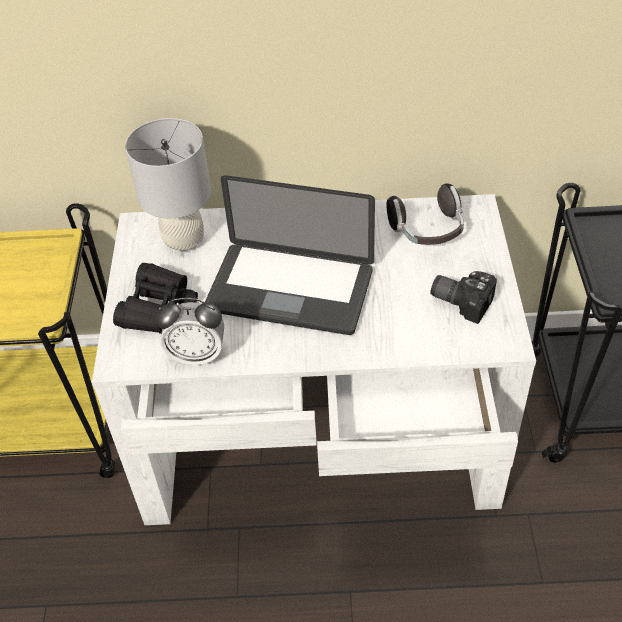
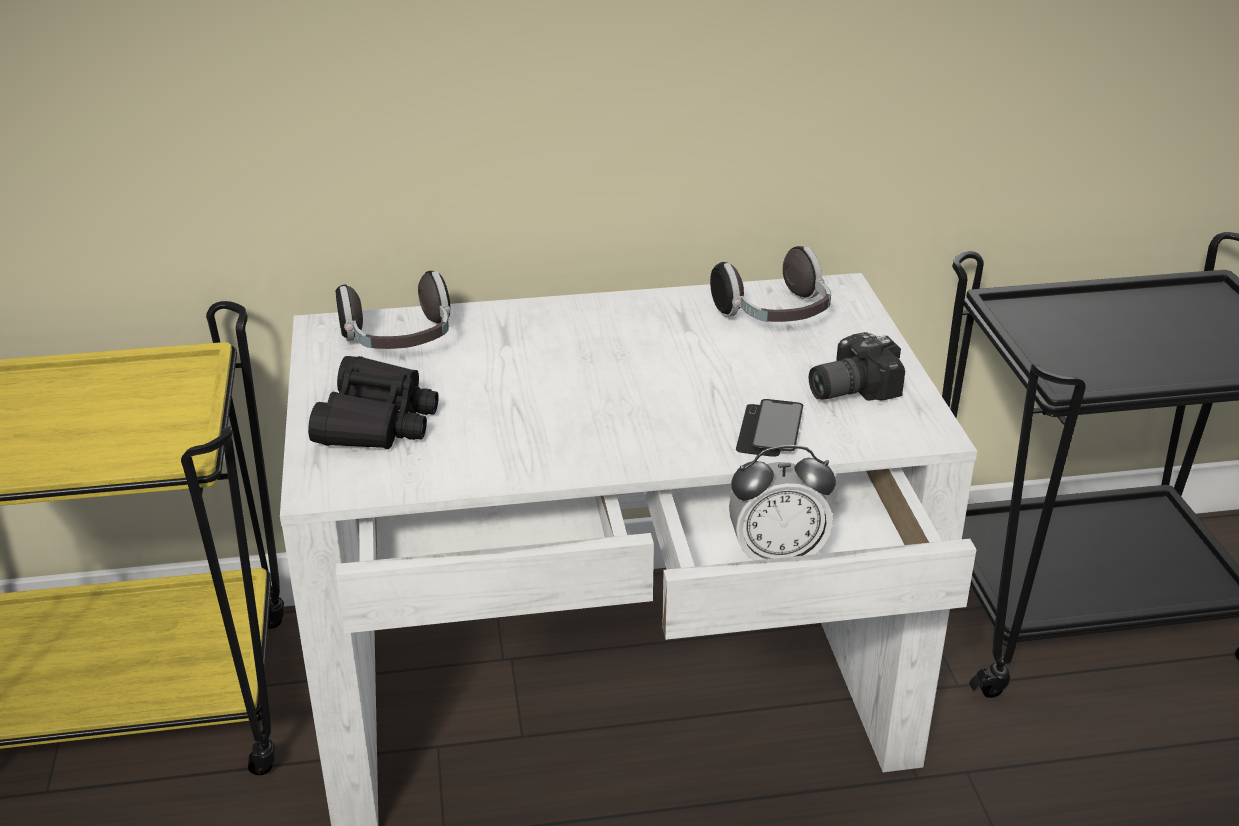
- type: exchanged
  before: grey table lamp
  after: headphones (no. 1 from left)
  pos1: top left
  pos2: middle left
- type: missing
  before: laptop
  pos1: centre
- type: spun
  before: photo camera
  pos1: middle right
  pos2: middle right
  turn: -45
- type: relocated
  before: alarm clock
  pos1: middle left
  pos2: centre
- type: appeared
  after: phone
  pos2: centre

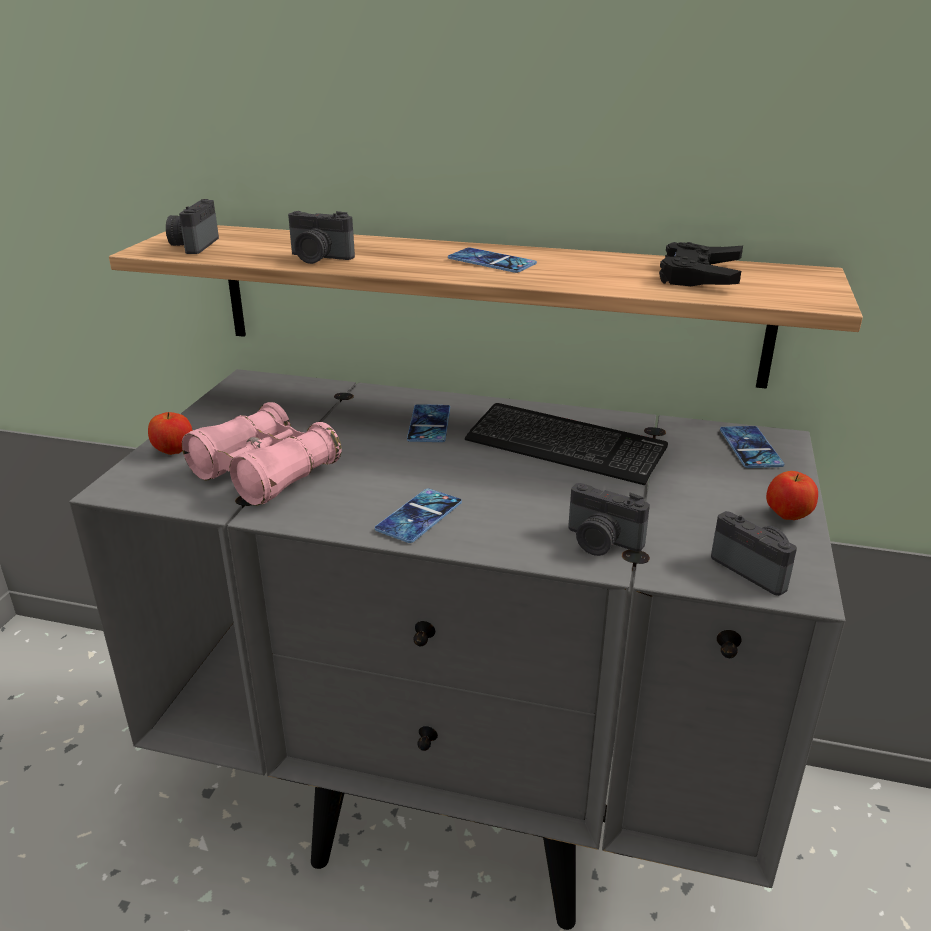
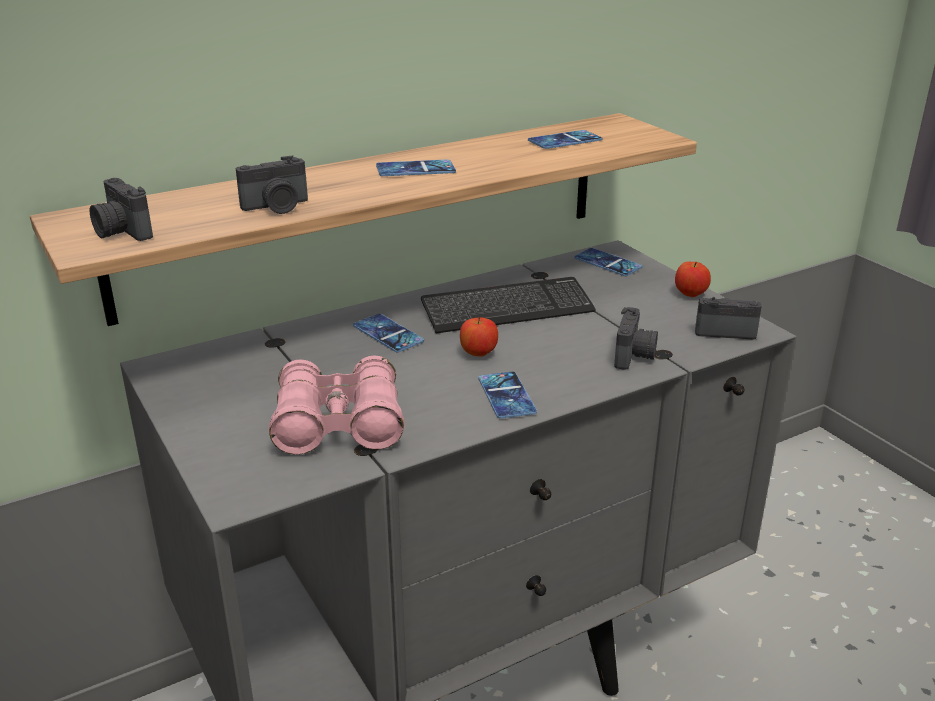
- type: exchanged
  before: black game controller
  after: phone (no. 4 from left)
  pos1: top right
  pos2: top centre
- type: relocated
  before: apple (no. 1 from left)
  pos1: middle left
  pos2: centre
- type: spun
  before: photo camera (no. 3 from left)
  pos1: centre
  pos2: middle right
  turn: -60

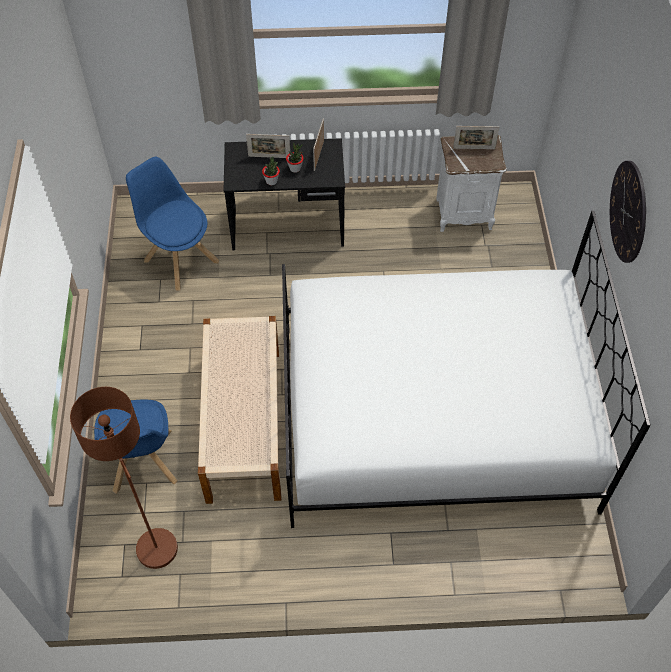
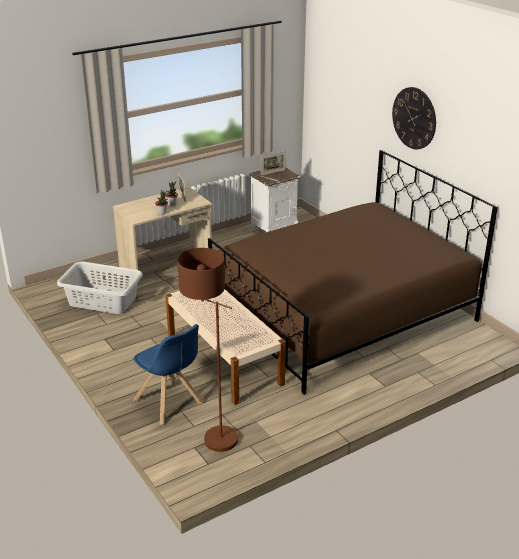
- type: missing
  before: picture frame (no. 1 from left)
  pos1: top centre
- type: colour
  before: black desk
  after: beige desk
  pos1: top centre
  pos2: middle left
- type: exchanged
  before: blue chair (no. 2 from left)
  after: grey laundry basket
  pos1: middle left
  pos2: middle left
- type: colour
  before: white bed
  after: brown bed
  pos1: middle right
  pos2: middle right

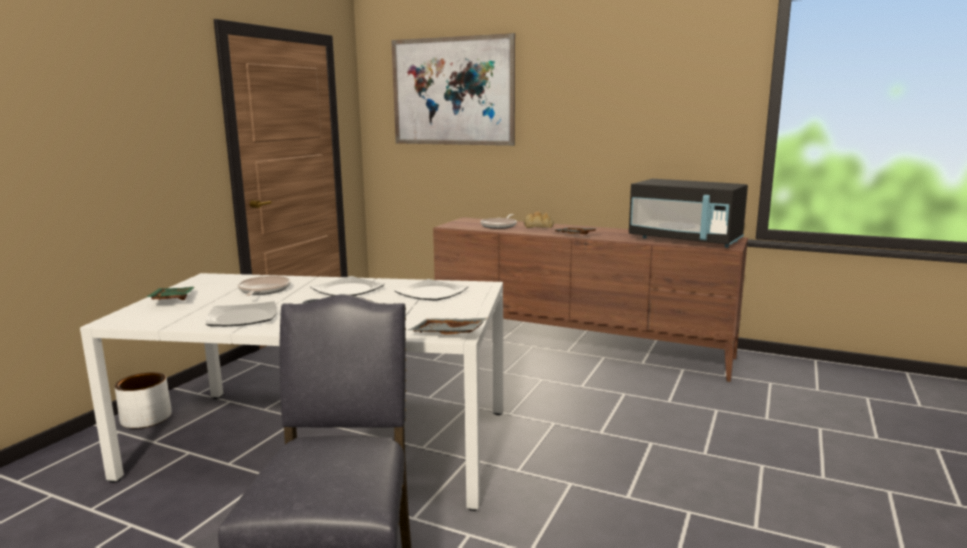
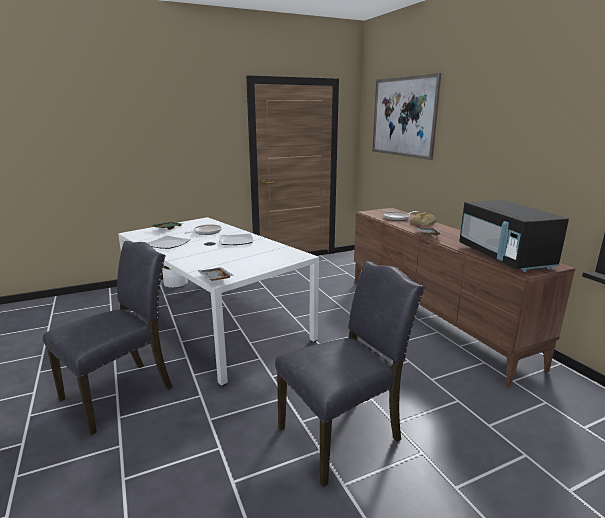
- type: missing
  before: plate (no. 3 from left)
  pos1: centre
- type: appeared
  after: grey chair (no. 2 from left)
  pos2: bottom centre

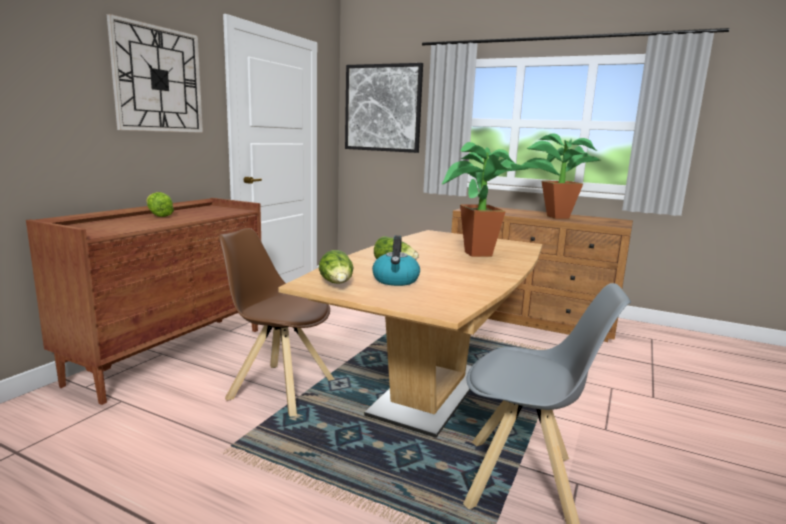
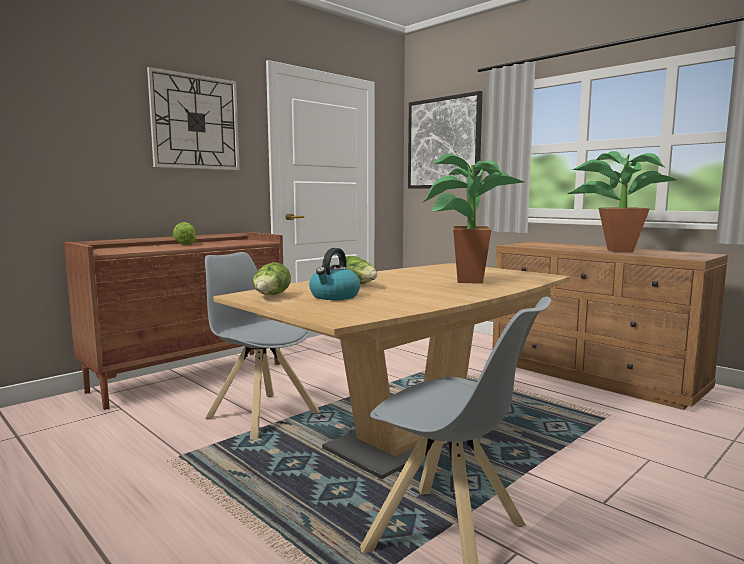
- type: colour
  before: brown chair
  after: grey chair (no. 1 from left)
  pos1: centre
  pos2: centre

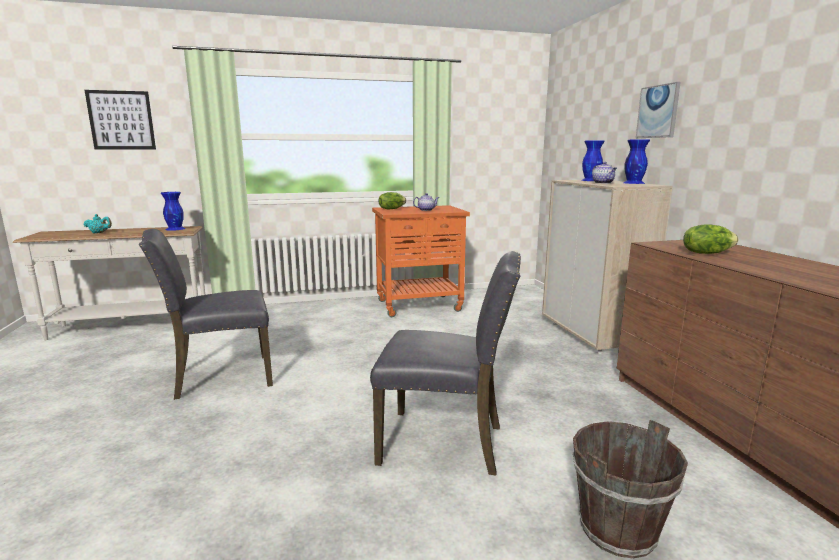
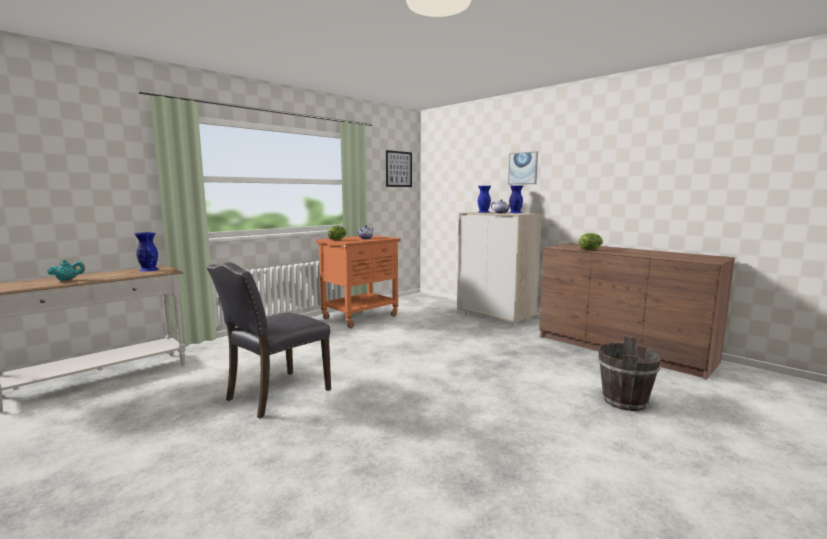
- type: relocated
  before: picture (no. 1 from left)
  pos1: top left
  pos2: top centre
- type: missing
  before: grey chair (no. 2 from left)
  pos1: centre

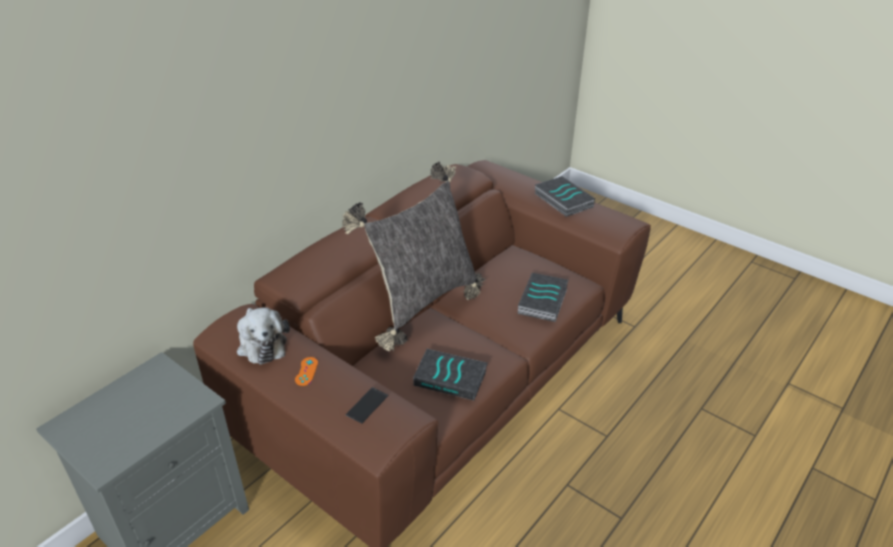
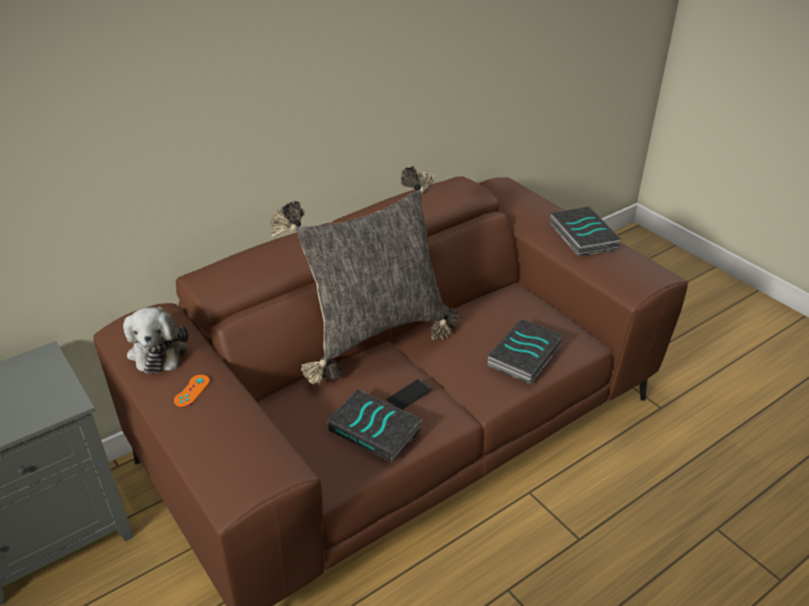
- type: relocated
  before: phone
  pos1: bottom centre
  pos2: centre

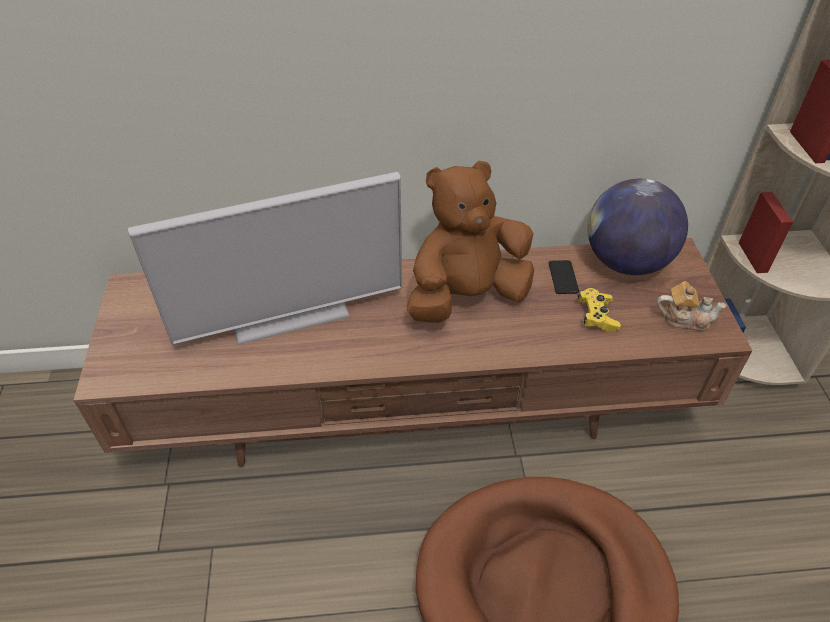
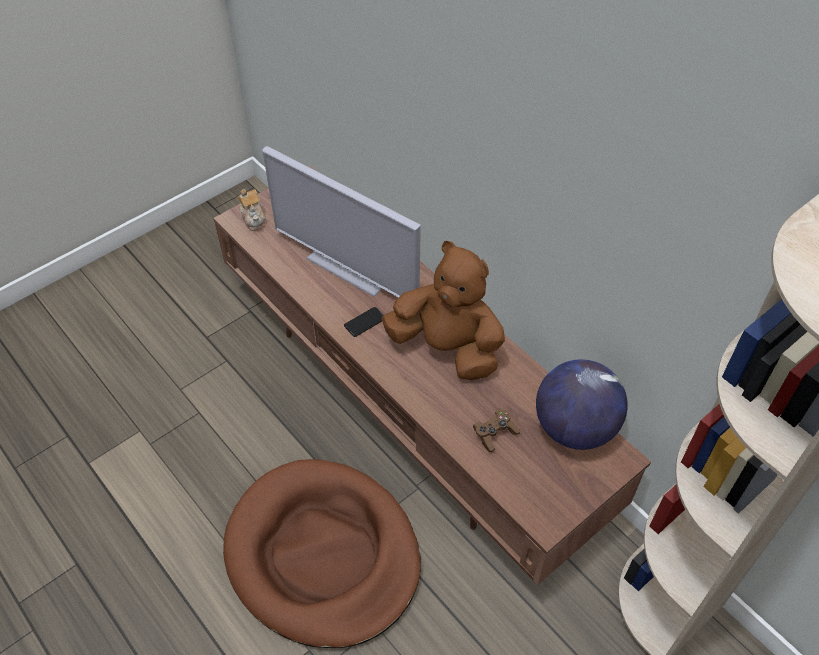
- type: relocated
  before: phone
  pos1: middle right
  pos2: centre
- type: relocated
  before: teapot
  pos1: middle right
  pos2: top left
- type: colour
  before: yellow game controller
  after: brown game controller
  pos1: middle right
  pos2: centre

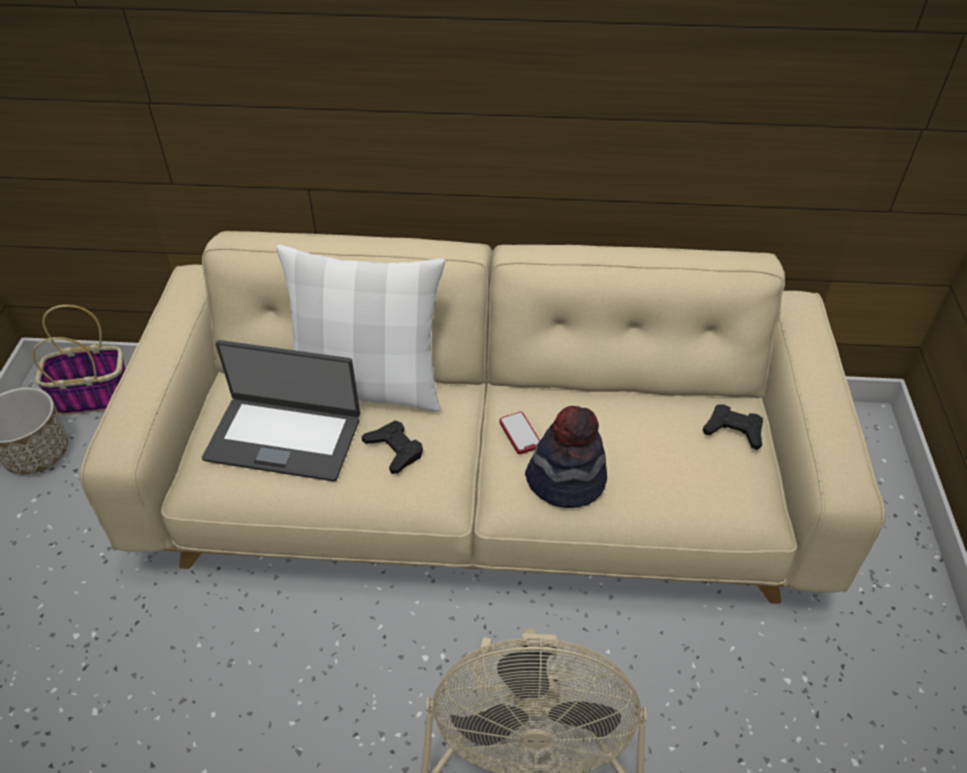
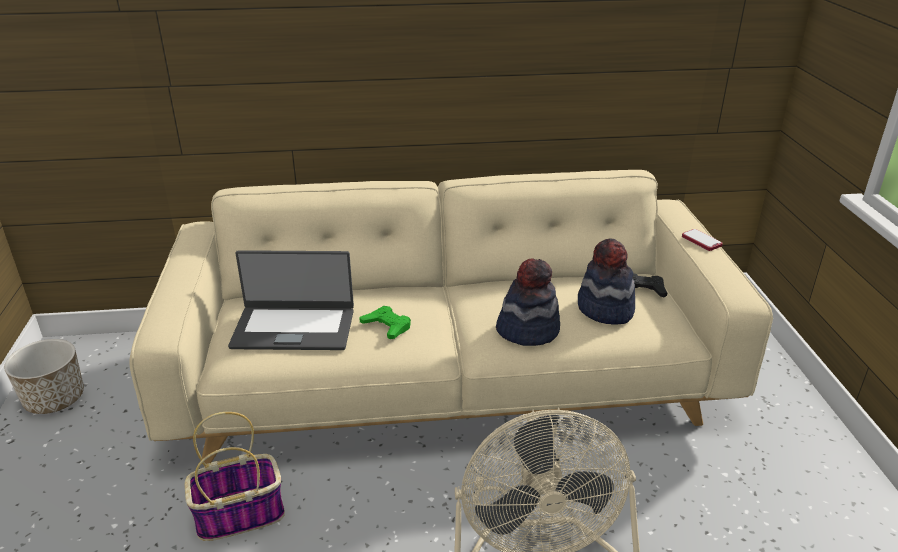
- type: missing
  before: white pillow
  pos1: centre
- type: relocated
  before: basket
  pos1: middle left
  pos2: bottom left
- type: relocated
  before: phone
  pos1: centre
  pos2: middle right
- type: colour
  before: black game controller (no. 1 from left)
  after: green game controller
  pos1: centre
  pos2: centre
- type: appeared
  after: hat (no. 2 from left)
  pos2: middle right

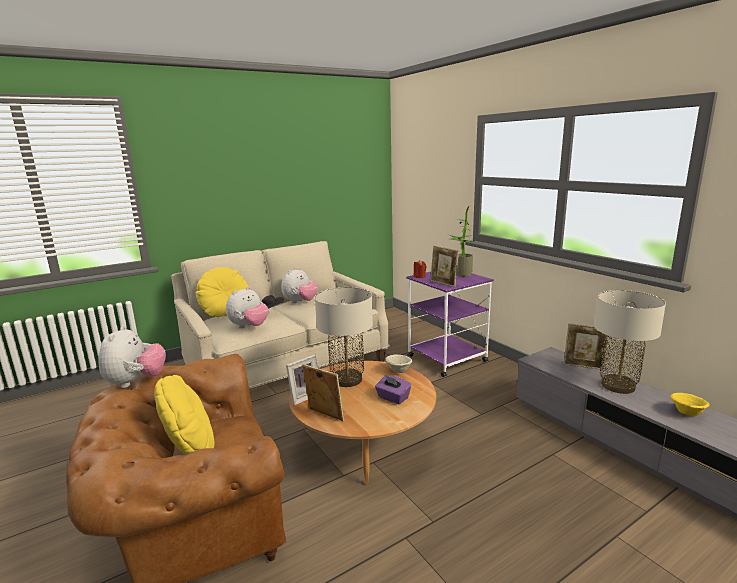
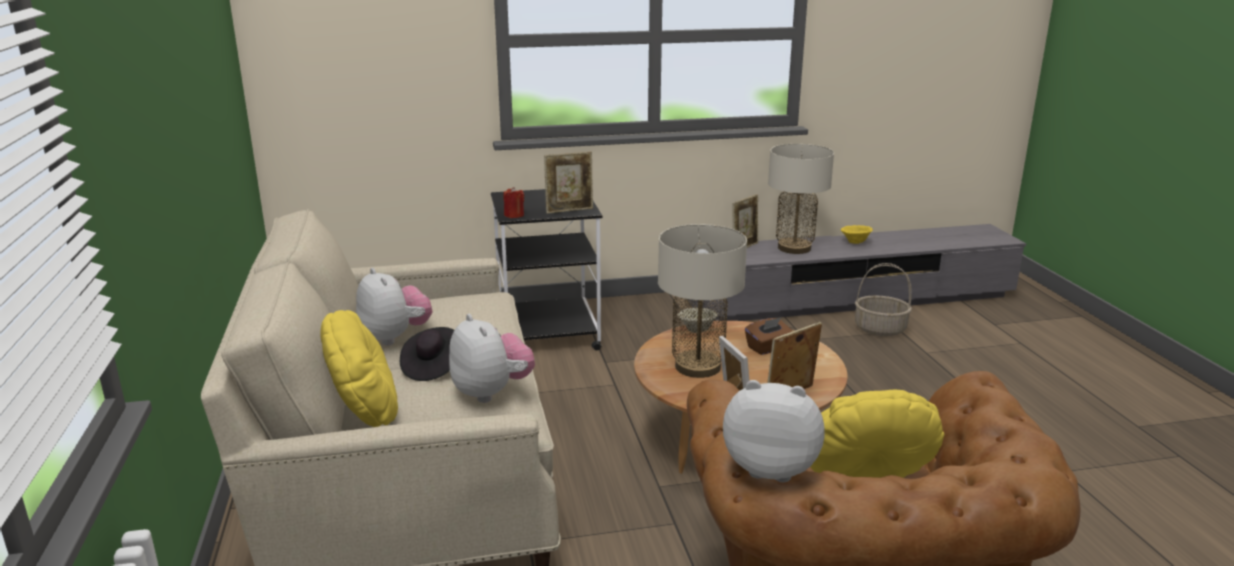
- type: missing
  before: potted plant
  pos1: centre
- type: colour
  before: purple cart
  after: black cart
  pos1: centre
  pos2: centre
- type: colour
  before: purple tissue box
  after: brown tissue box
  pos1: bottom centre
  pos2: centre
- type: appeared
  after: basket
  pos2: middle right

